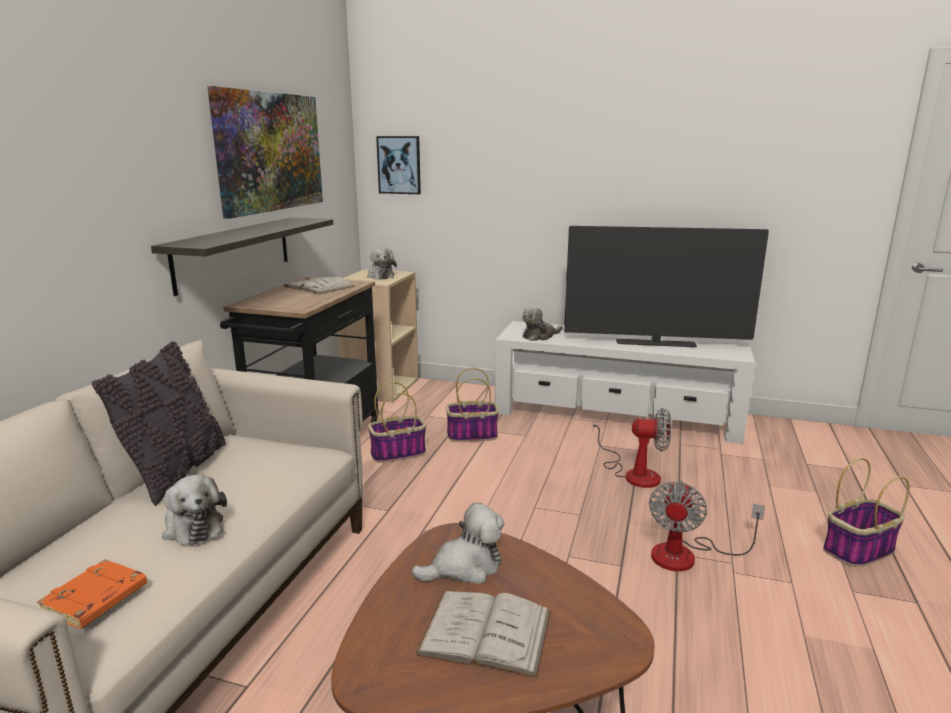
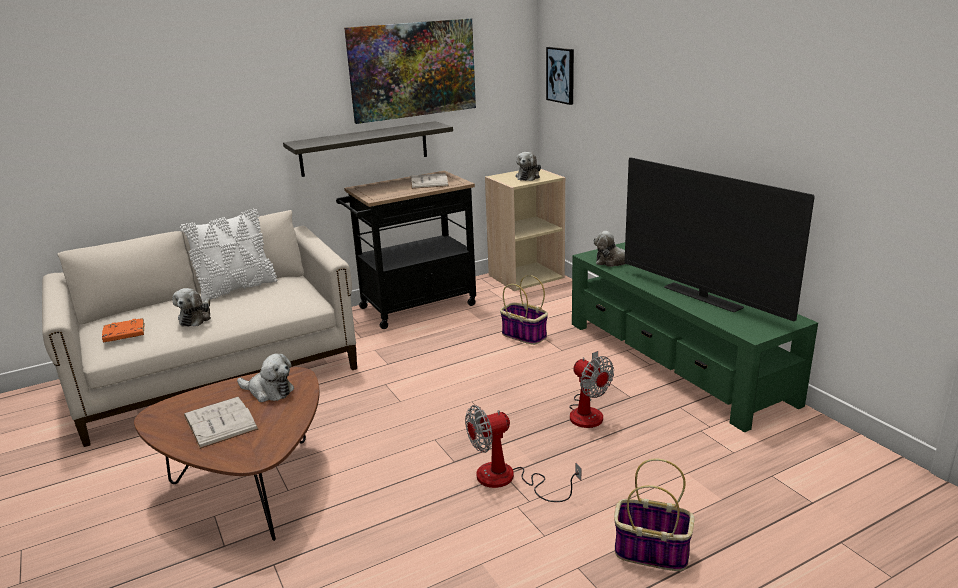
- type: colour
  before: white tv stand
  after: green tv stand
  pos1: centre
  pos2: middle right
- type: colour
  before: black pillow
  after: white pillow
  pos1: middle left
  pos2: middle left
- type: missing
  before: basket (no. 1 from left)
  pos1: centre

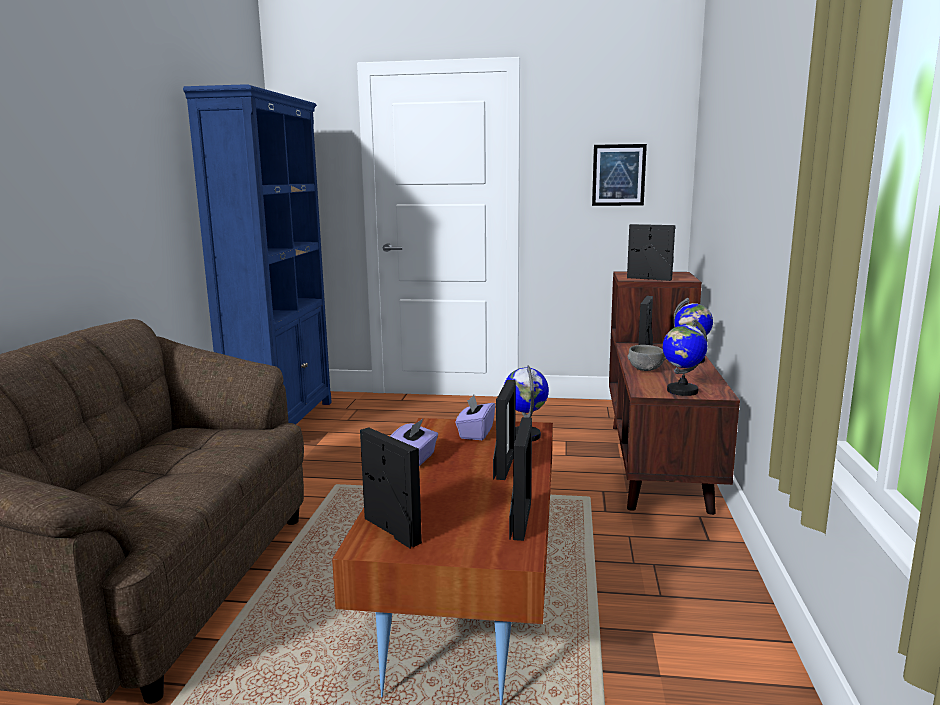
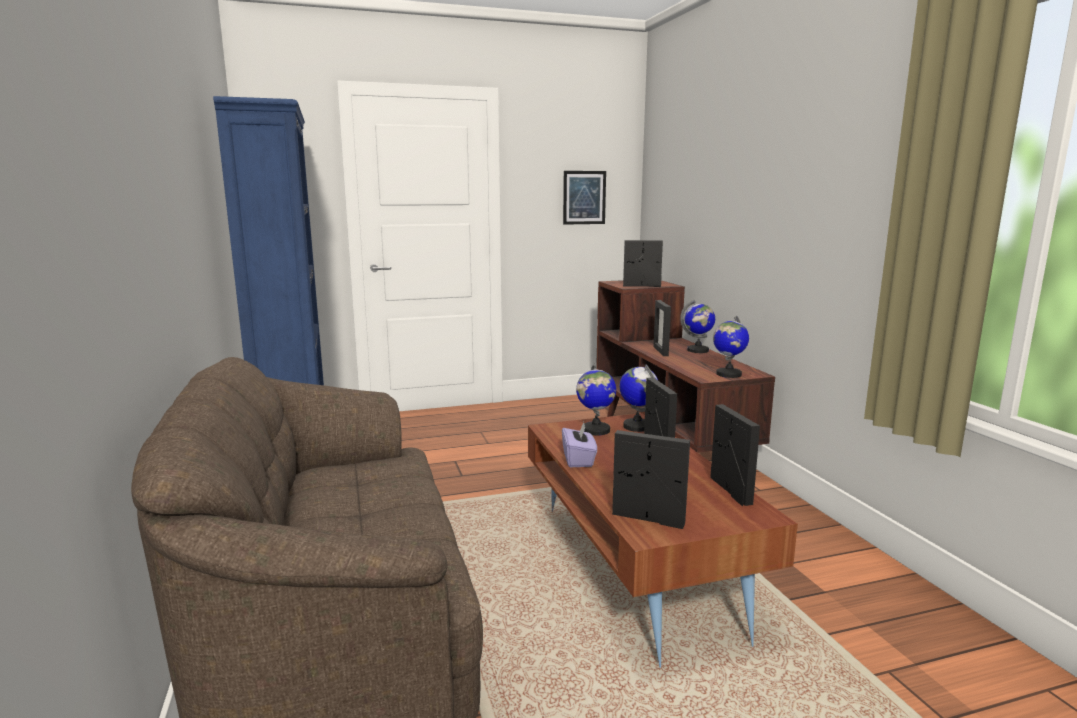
- type: missing
  before: grey bowl
  pos1: middle right
- type: exchanged
  before: purple tissue box (no. 2 from left)
  after: globe (no. 1 from left)
  pos1: centre
  pos2: centre

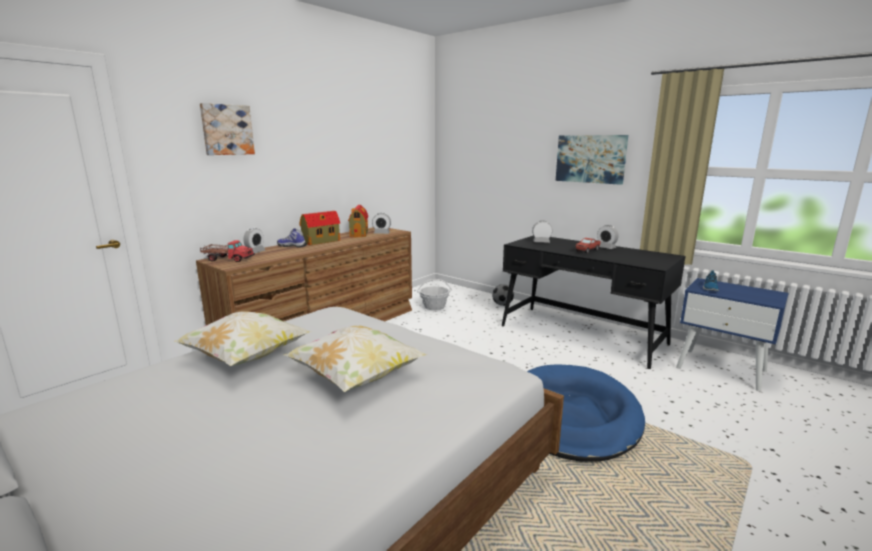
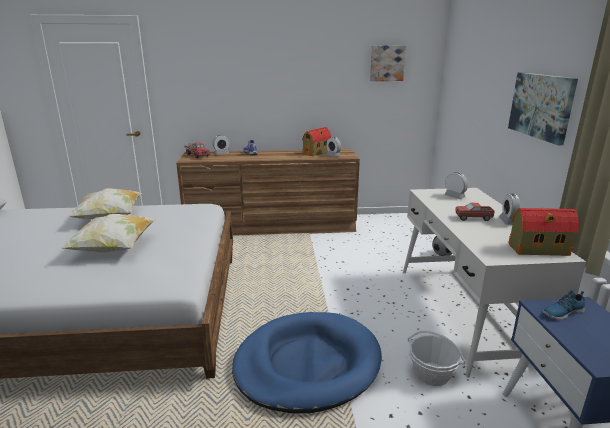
- type: relocated
  before: picture (no. 1 from left)
  pos1: top left
  pos2: top centre
- type: relocated
  before: toy house (no. 1 from left in the first image)
  after: toy house (no. 2 from left)
  pos1: centre
  pos2: middle right
- type: colour
  before: black desk
  after: white desk
  pos1: middle right
  pos2: middle right
- type: relocated
  before: basket
  pos1: centre
  pos2: bottom right

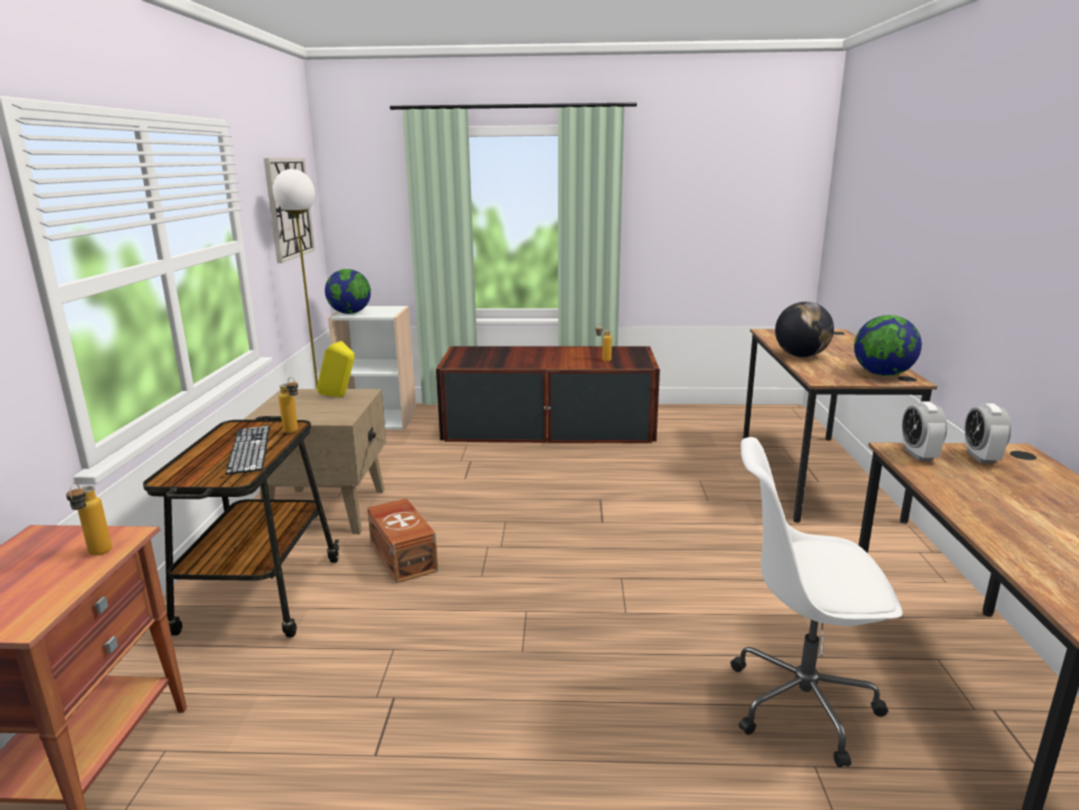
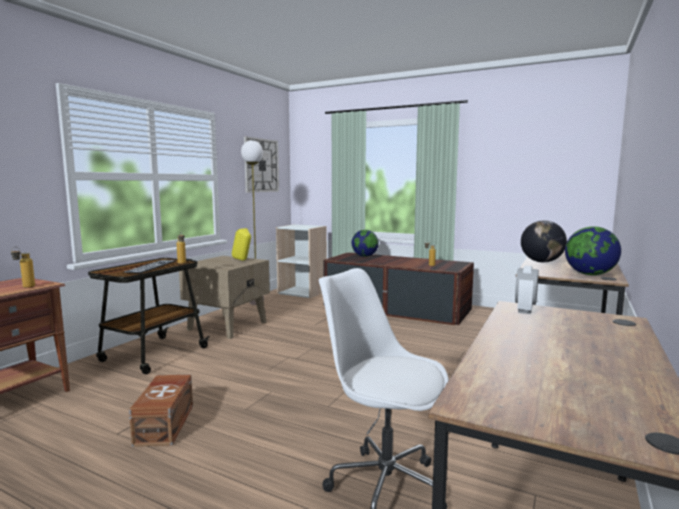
- type: relocated
  before: globe (no. 1 from left)
  pos1: middle left
  pos2: centre
- type: missing
  before: alarm clock (no. 2 from left)
  pos1: middle right
- type: relocated
  before: brown storage box
  pos1: bottom centre
  pos2: bottom left

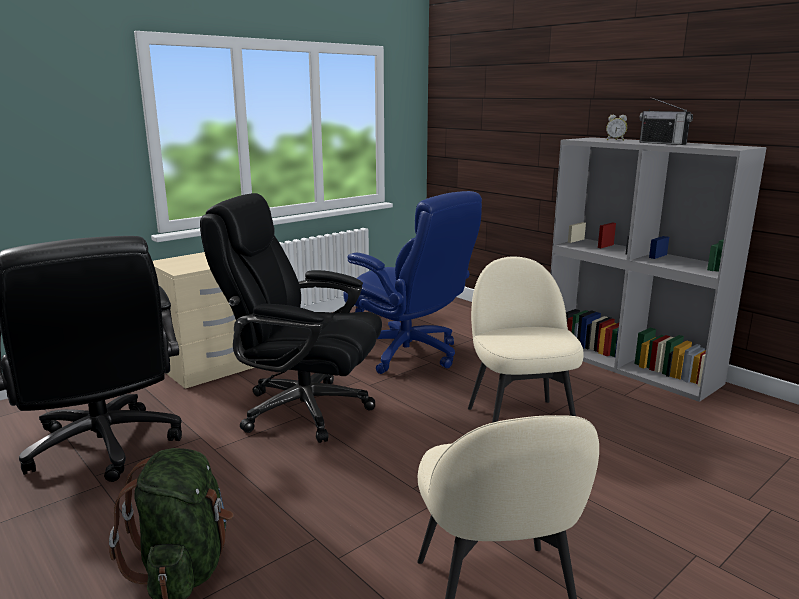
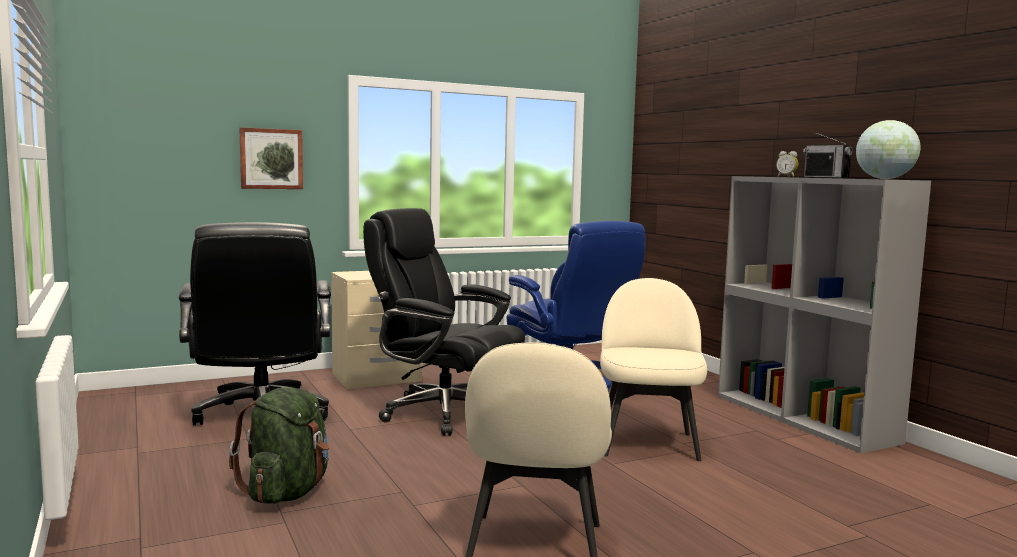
- type: appeared
  after: globe
  pos2: top right
- type: appeared
  after: picture
  pos2: top left

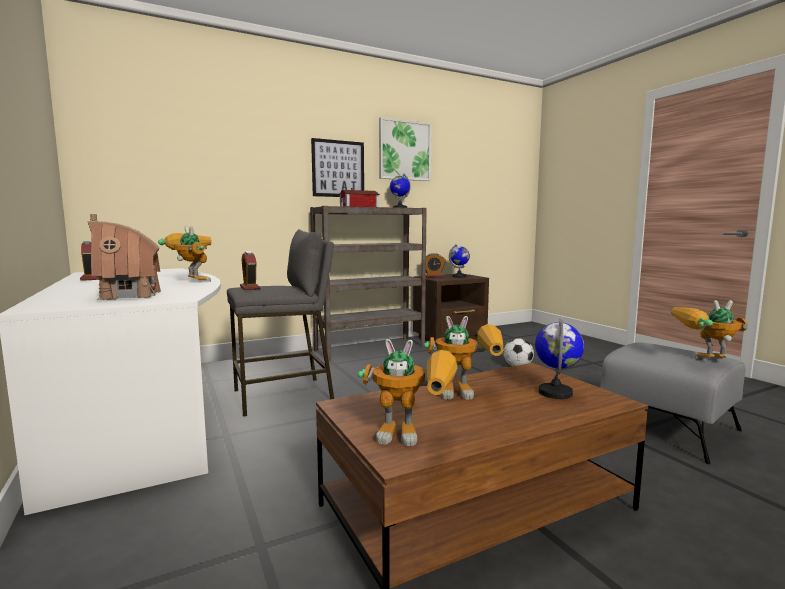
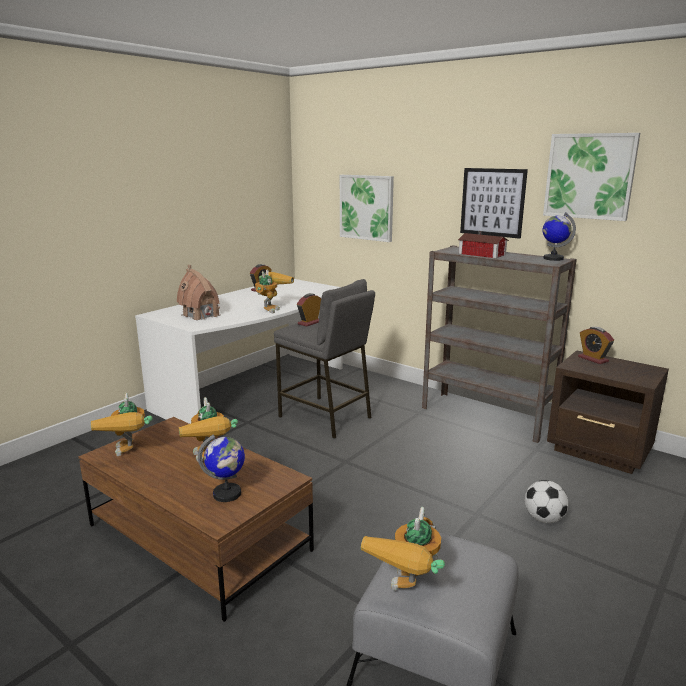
- type: missing
  before: globe (no. 2 from left)
  pos1: centre
- type: spun
  before: toy robot (no. 4 from left)
  pos1: middle right
  pos2: bottom centre
  turn: -135
- type: appeared
  after: picture (no. 1 from left)
  pos2: top centre

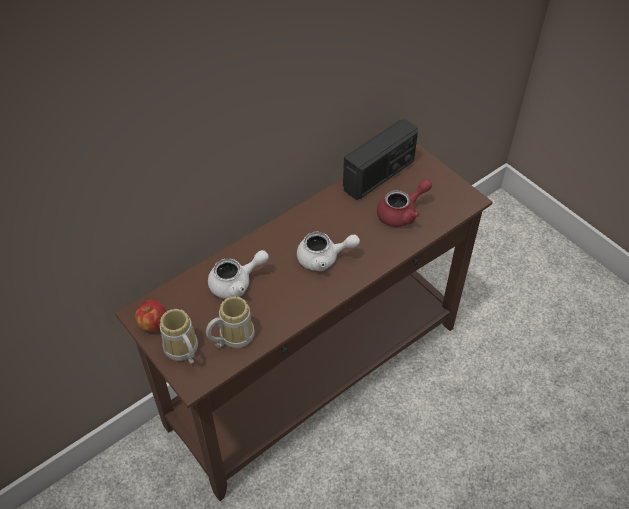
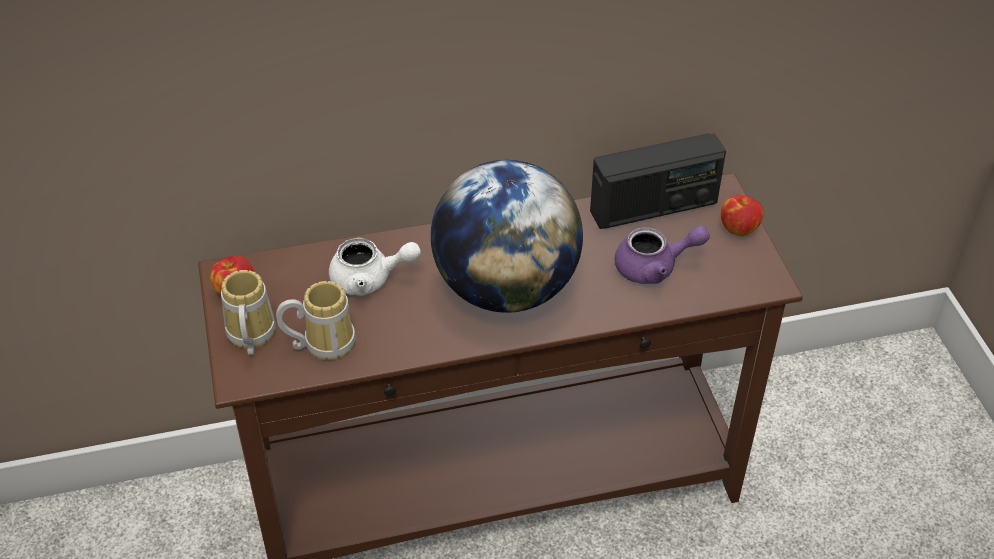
- type: colour
  before: red teapot
  after: purple teapot
  pos1: centre
  pos2: centre
- type: exchanged
  before: white teapot (no. 2 from left)
  after: globe
  pos1: centre
  pos2: centre
- type: appeared
  after: apple (no. 2 from left)
  pos2: middle right

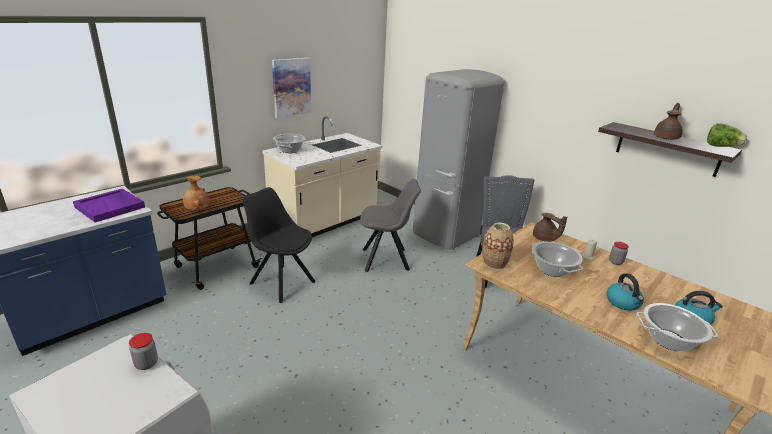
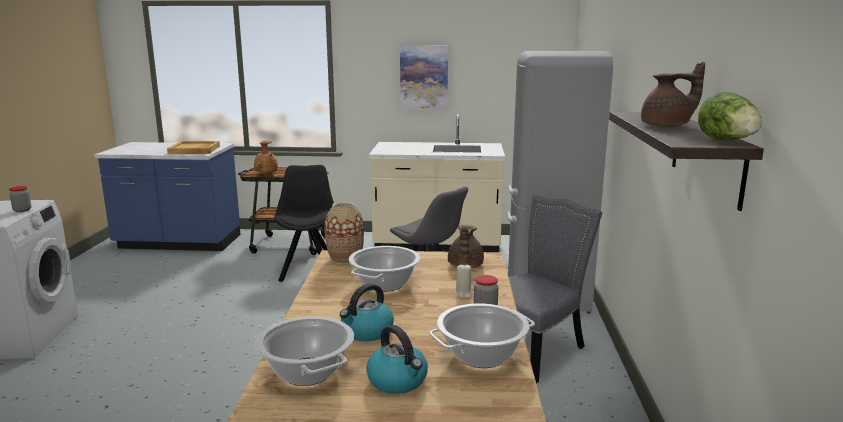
- type: relocated
  before: cooking pot (no. 1 from left in the first image)
  after: cooking pot (no. 3 from left)
  pos1: top centre
  pos2: bottom centre
- type: colour
  before: purple tray
  after: beige tray
  pos1: middle left
  pos2: middle left

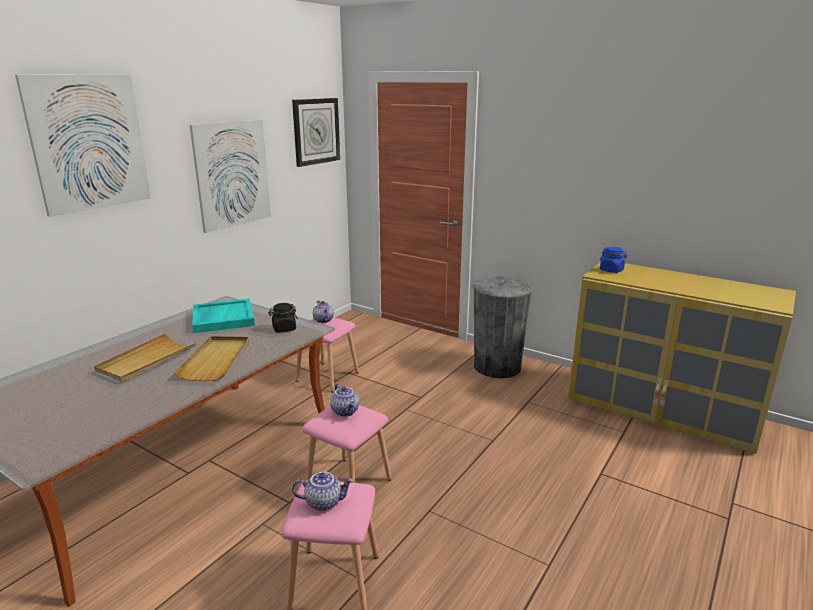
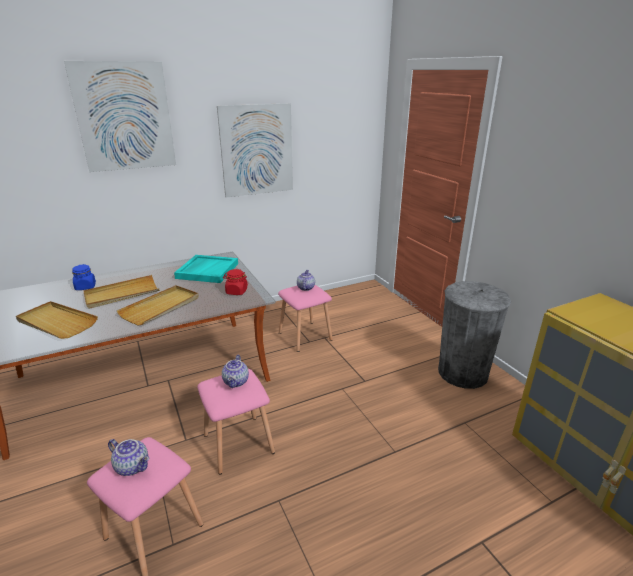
- type: missing
  before: wall clock
  pos1: top centre
- type: relocated
  before: blue jar
  pos1: middle right
  pos2: middle left
- type: colour
  before: black jar
  after: red jar
  pos1: centre
  pos2: centre
- type: appeared
  after: beige tray (no. 1 from left)
  pos2: middle left

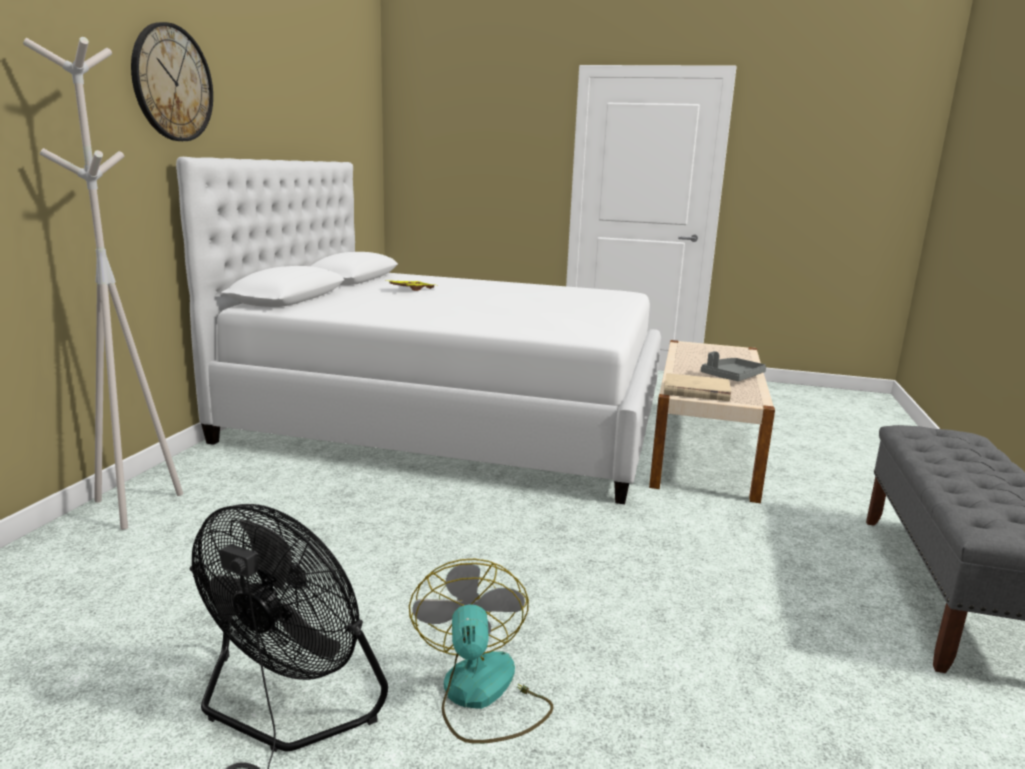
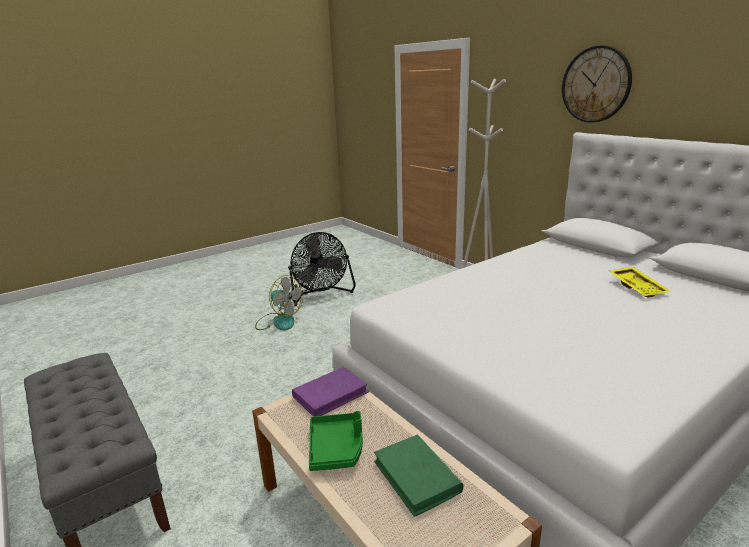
- type: colour
  before: grey tray
  after: green tray
  pos1: middle right
  pos2: bottom centre
- type: colour
  before: beige book
  after: purple book
  pos1: middle right
  pos2: bottom centre
- type: appeared
  after: green book
  pos2: bottom centre

